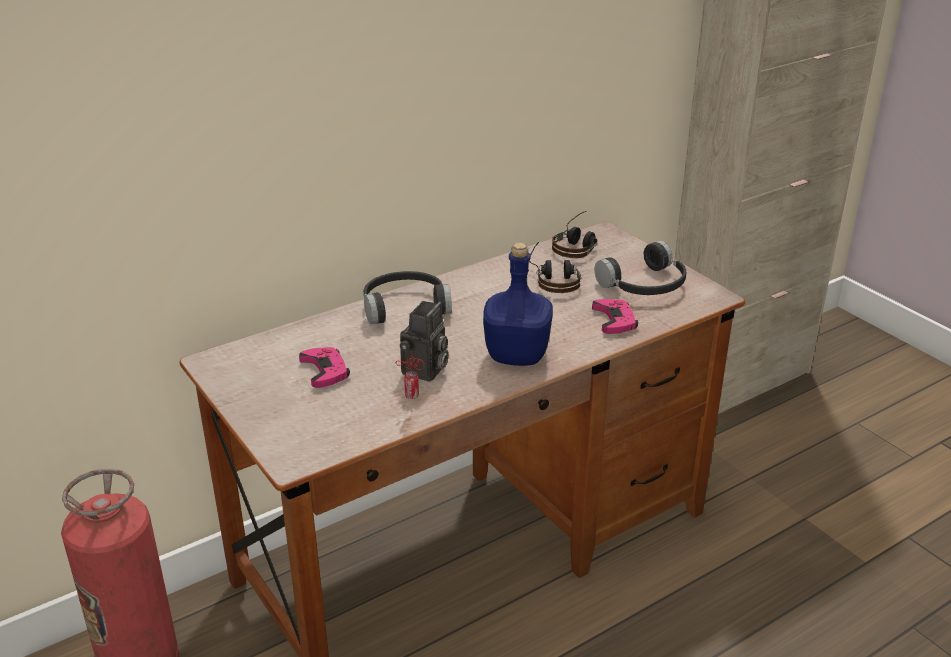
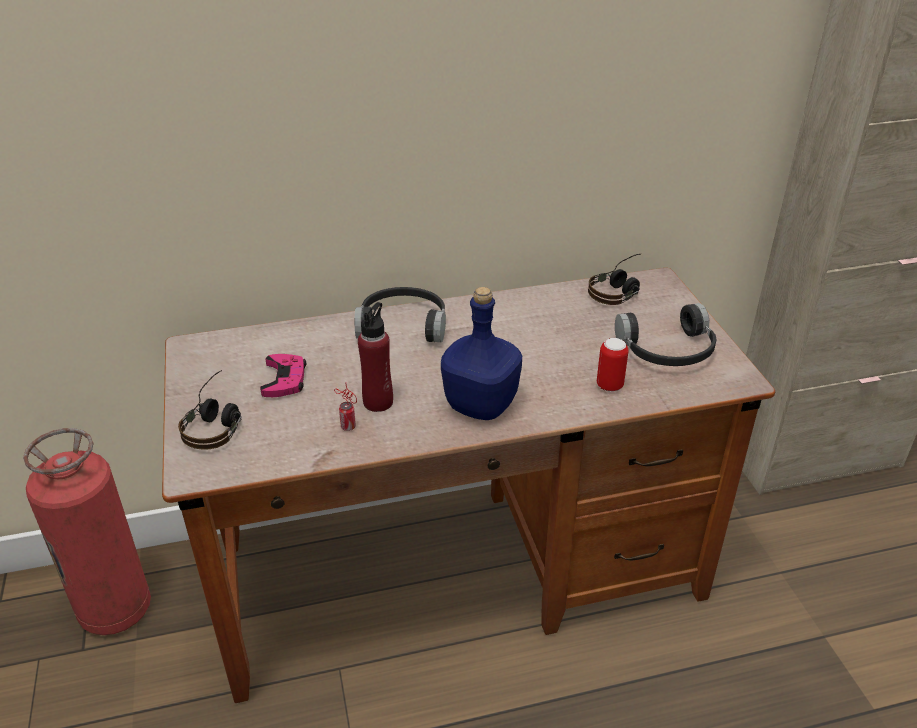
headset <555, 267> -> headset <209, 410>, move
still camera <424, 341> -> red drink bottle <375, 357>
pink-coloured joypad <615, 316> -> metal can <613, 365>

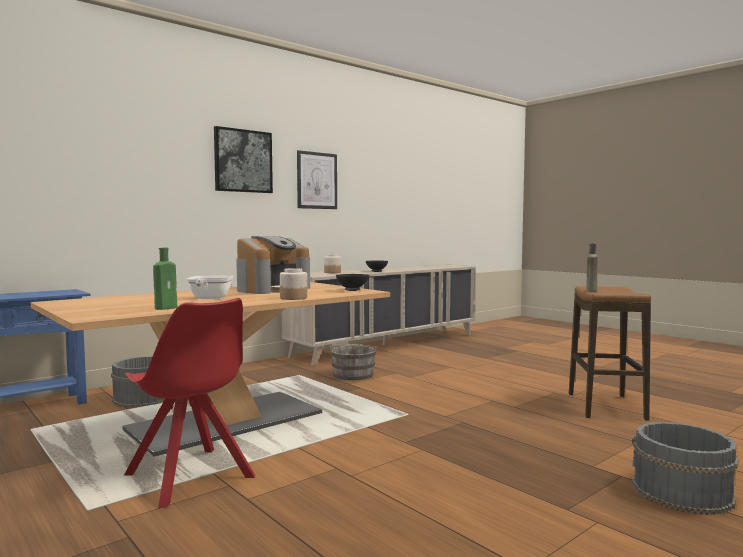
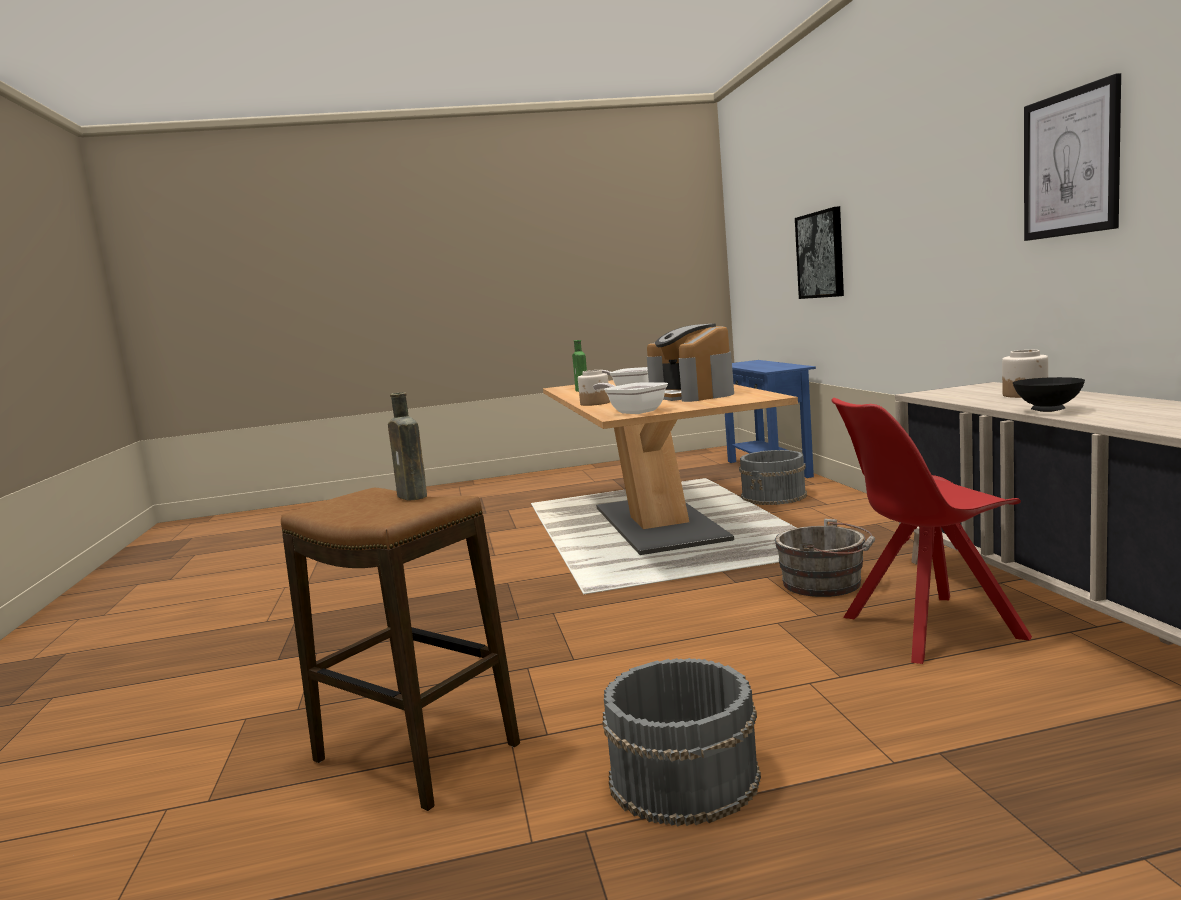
red plain chair <189, 403> -> red plain chair <932, 531>, move
picture <243, 159> -> picture <819, 252>, move
greyish pail <685, 468> -> greyish pail <681, 742>, move
blackish deep dish <352, 282> -> pan <630, 398>

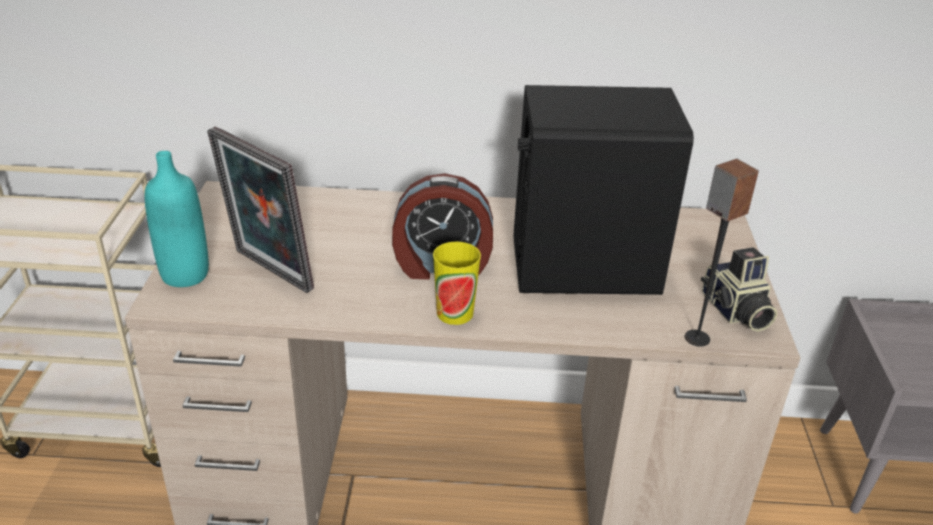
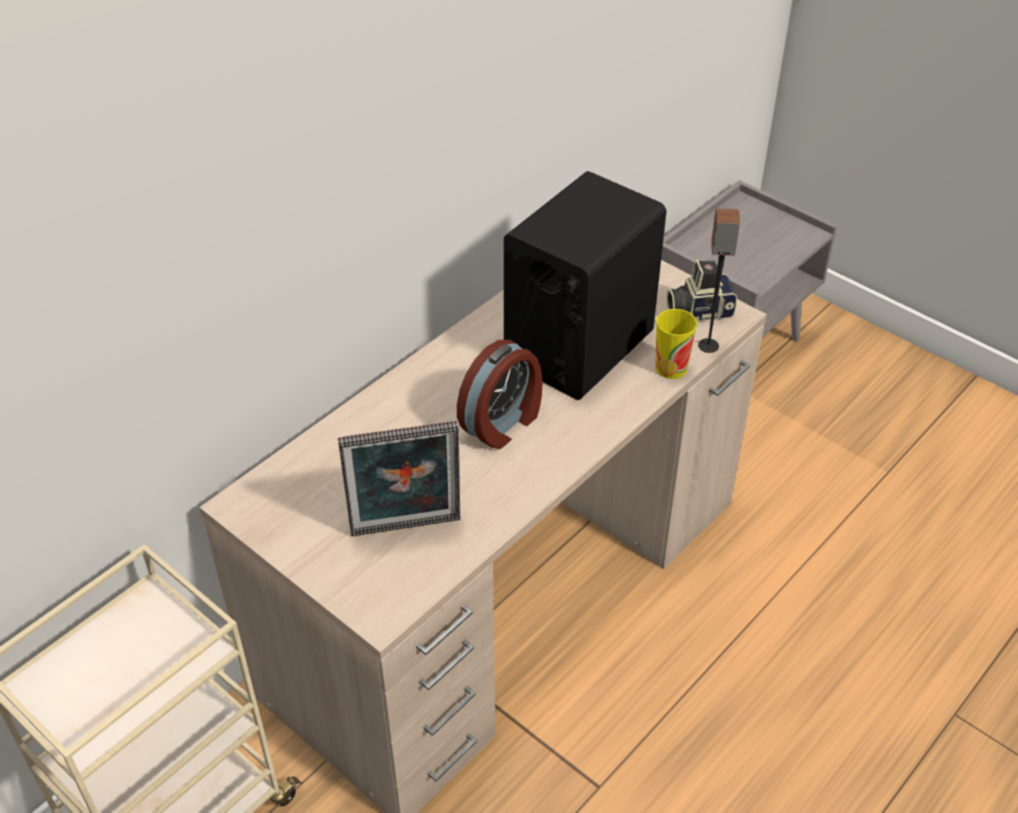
turquoise drink bottle <176, 219> -> none
small cup <457, 283> -> small cup <676, 344>, move
still camera <739, 289> -> still camera <702, 290>, 150 degrees clockwise

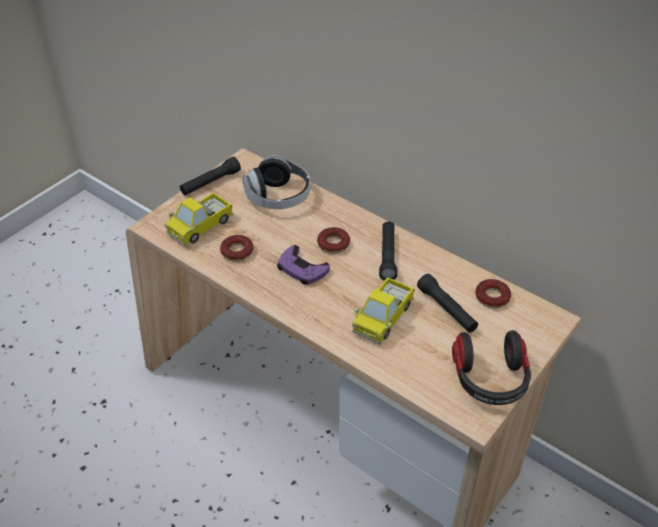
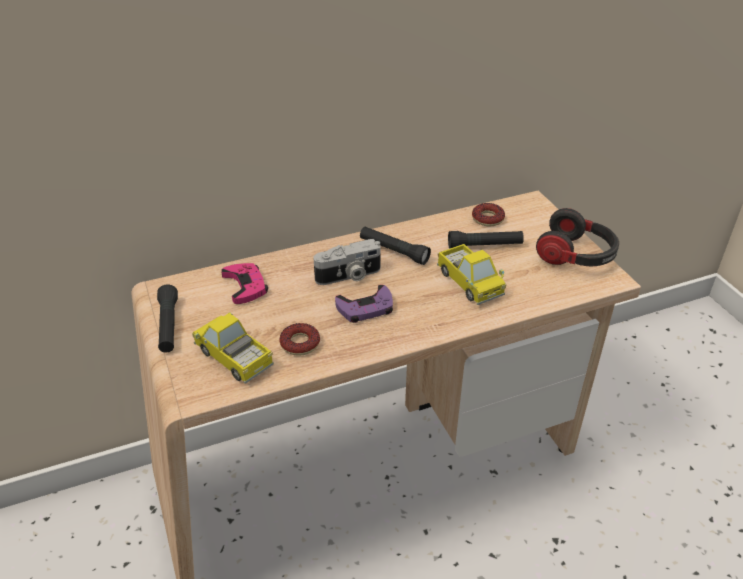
headset <276, 182> -> pink-coloured joypad <244, 283>
donut <333, 240> -> still camera <347, 262>
toy lorry <199, 219> -> toy lorry <233, 348>, 150 degrees clockwise

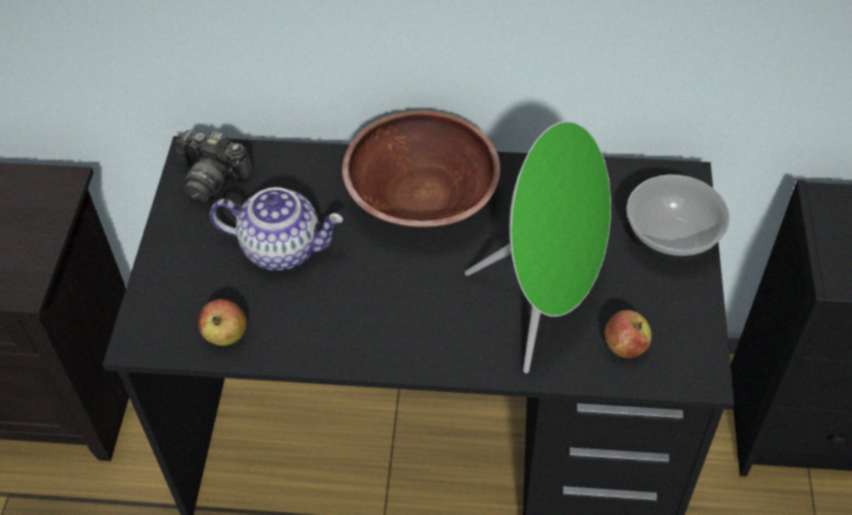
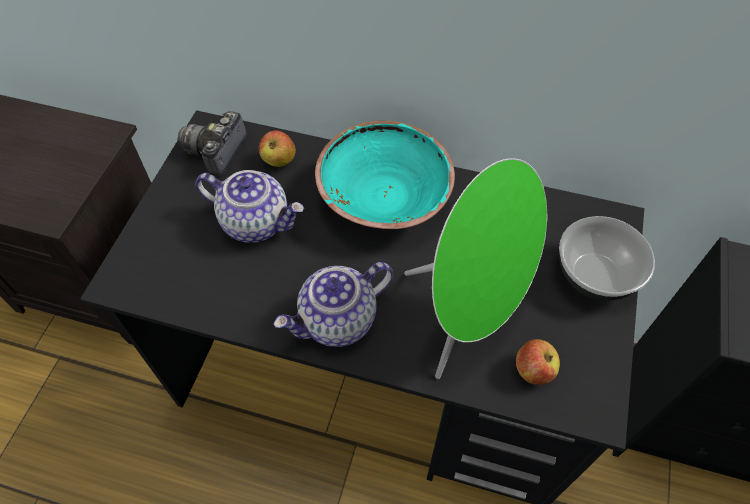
none -> teapot <333, 304>
apple fruit <222, 322> -> apple fruit <277, 149>, move
brown deep dish <421, 169> -> turquoise deep dish <385, 175>
still camera <215, 167> -> still camera <212, 143>, 75 degrees clockwise

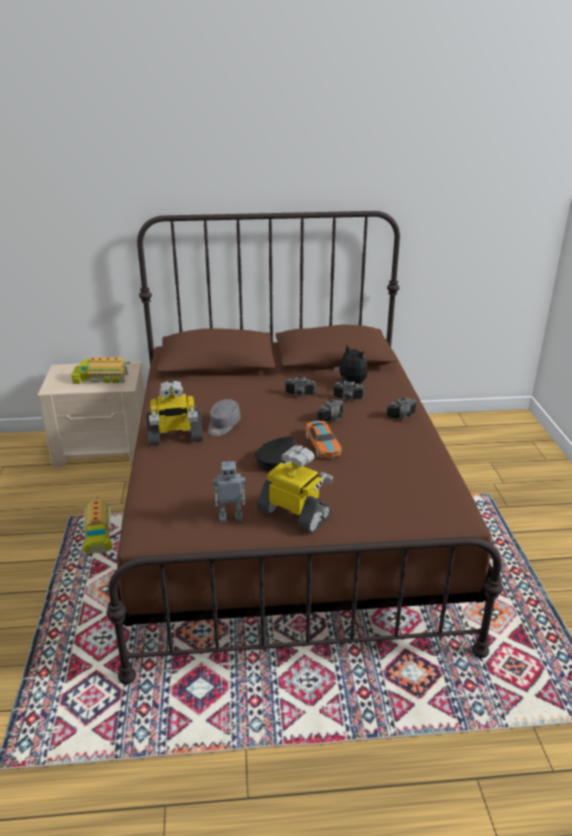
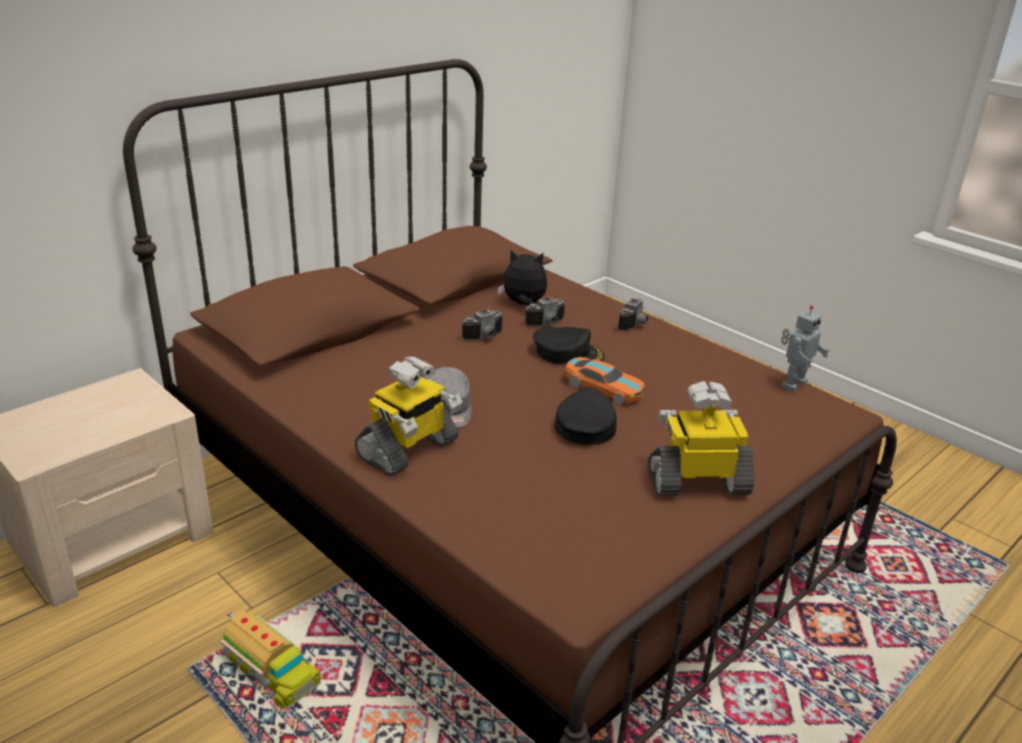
toy lorry <100, 370> -> none
model robot <229, 489> -> model robot <805, 348>, move
still camera <330, 410> -> blackish baseball cap <569, 345>

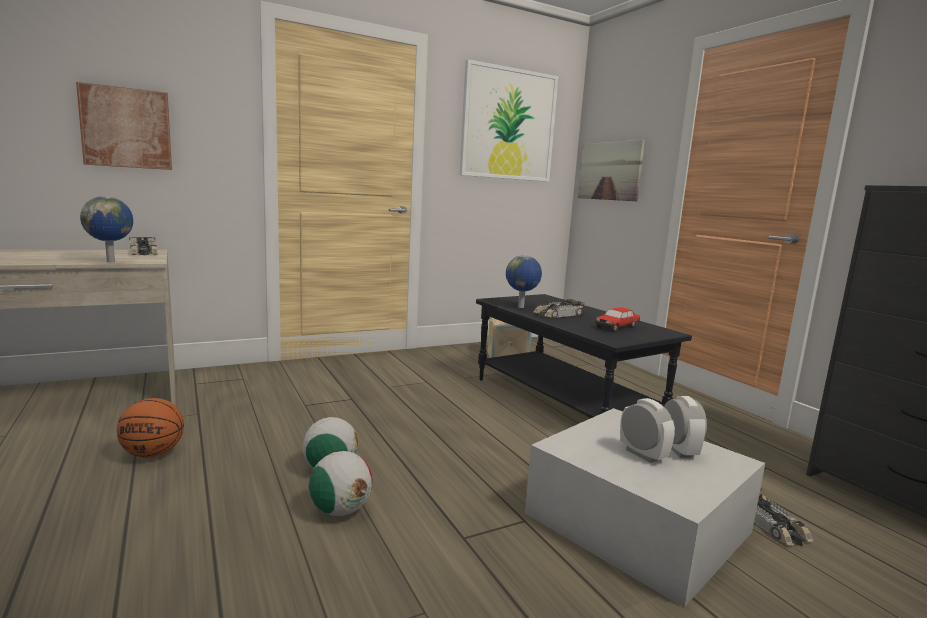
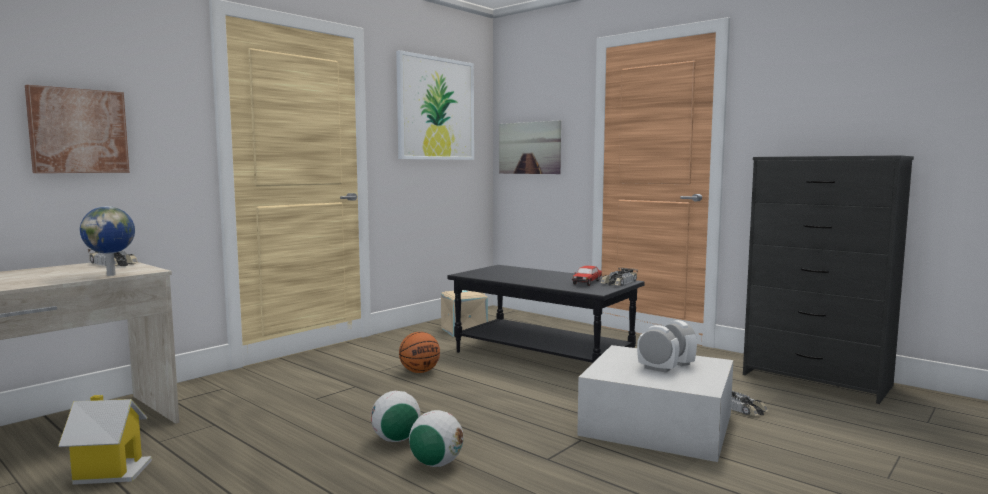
desk globe <524, 281> -> none
none -> model house <105, 440>
ball for basketball <150, 428> -> ball for basketball <419, 352>, move
miniature car <559, 308> -> miniature car <619, 277>, move

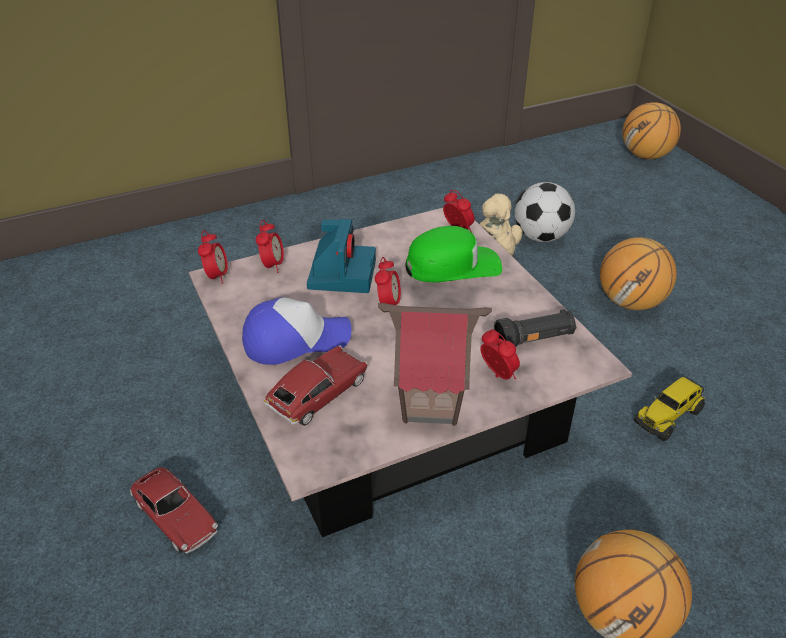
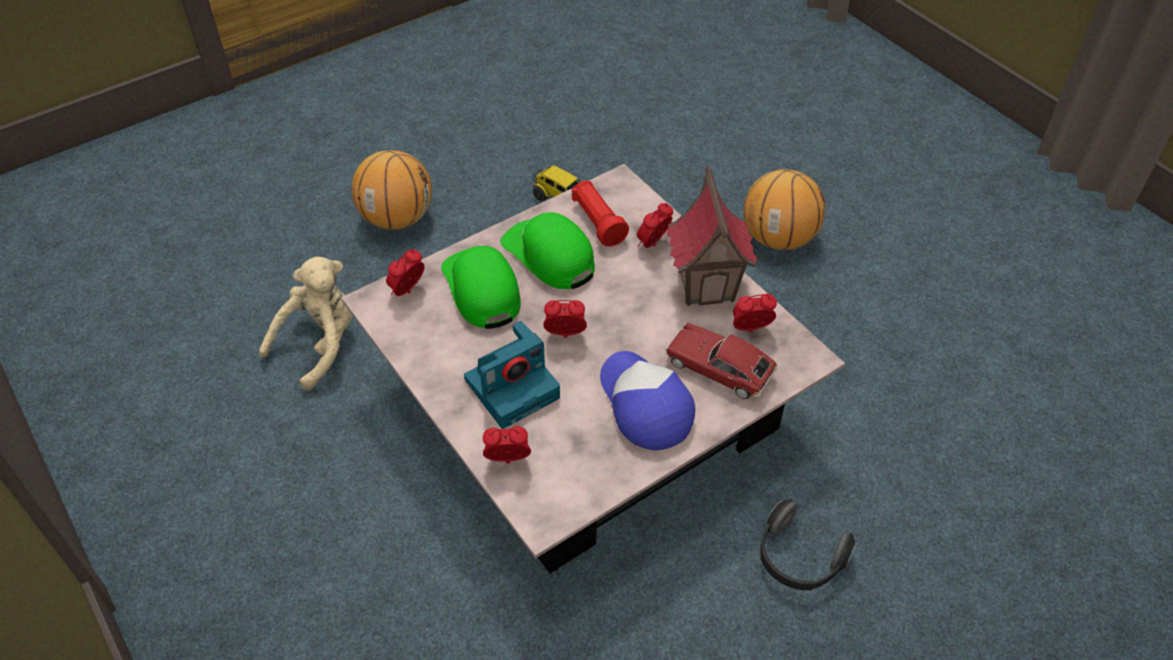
football <545, 212> -> none
ball for basketball <651, 130> -> none
none -> green-coloured baseball cap <547, 250>
alarm clock <213, 257> -> alarm clock <755, 313>, move
miniature car <174, 510> -> headset <808, 544>
blackish flashlight <535, 328> -> red flashlight <600, 213>
still camera <341, 256> -> still camera <512, 375>, 150 degrees clockwise

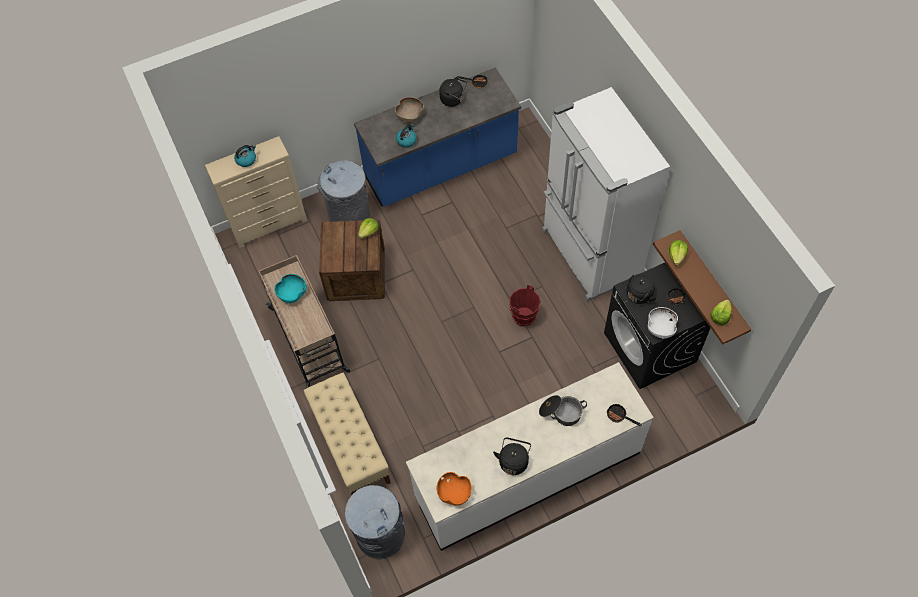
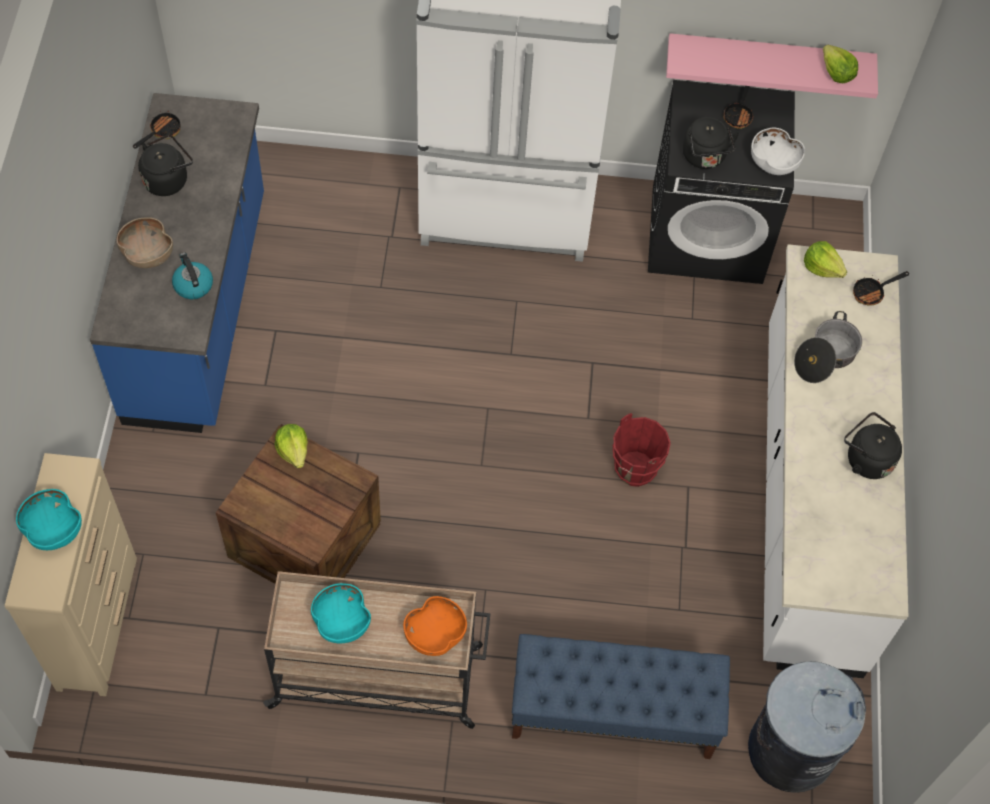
greyish waste bin <343, 191> -> none
orangey deep dish <454, 489> -> orangey deep dish <435, 626>, move
red pail <525, 305> -> red pail <642, 450>, move
lettuce head <678, 253> -> lettuce head <825, 259>, move
tea kettle <245, 156> -> turquoise deep dish <49, 519>
beige long seat <347, 434> -> blue long seat <621, 696>
brown wall shelf <702, 287> -> pink-coloured wall shelf <772, 65>

